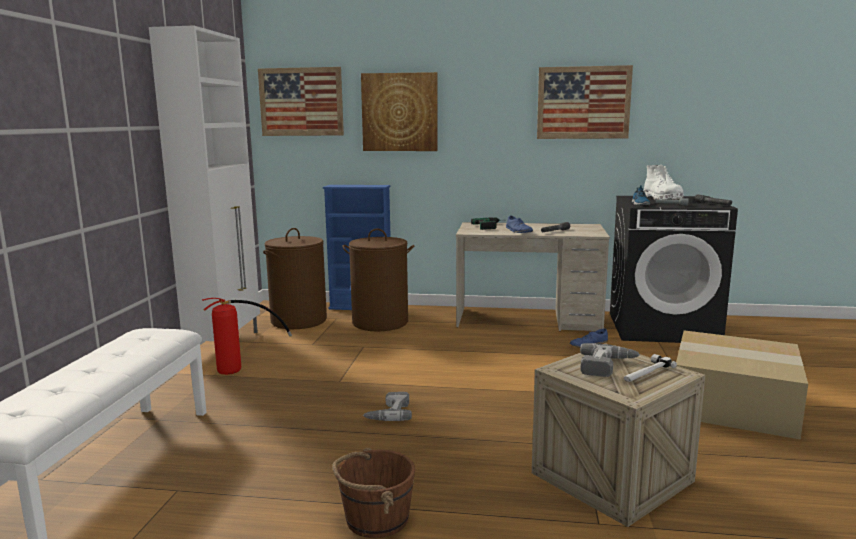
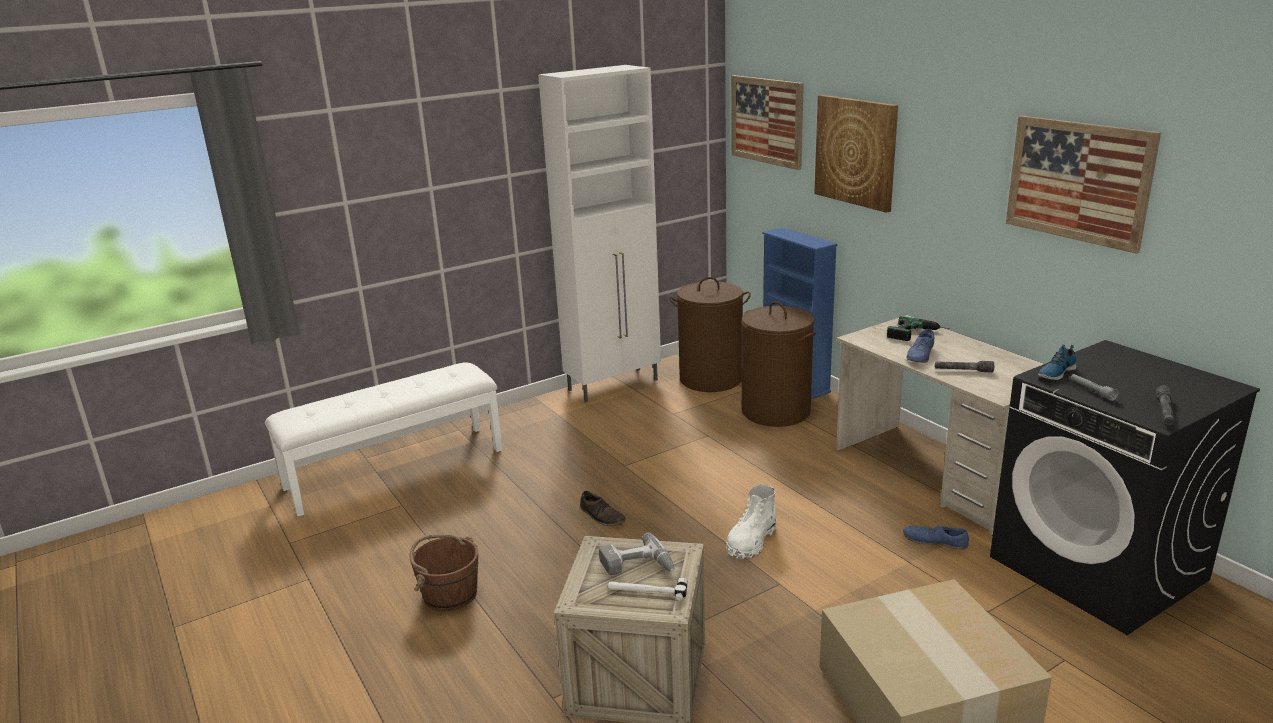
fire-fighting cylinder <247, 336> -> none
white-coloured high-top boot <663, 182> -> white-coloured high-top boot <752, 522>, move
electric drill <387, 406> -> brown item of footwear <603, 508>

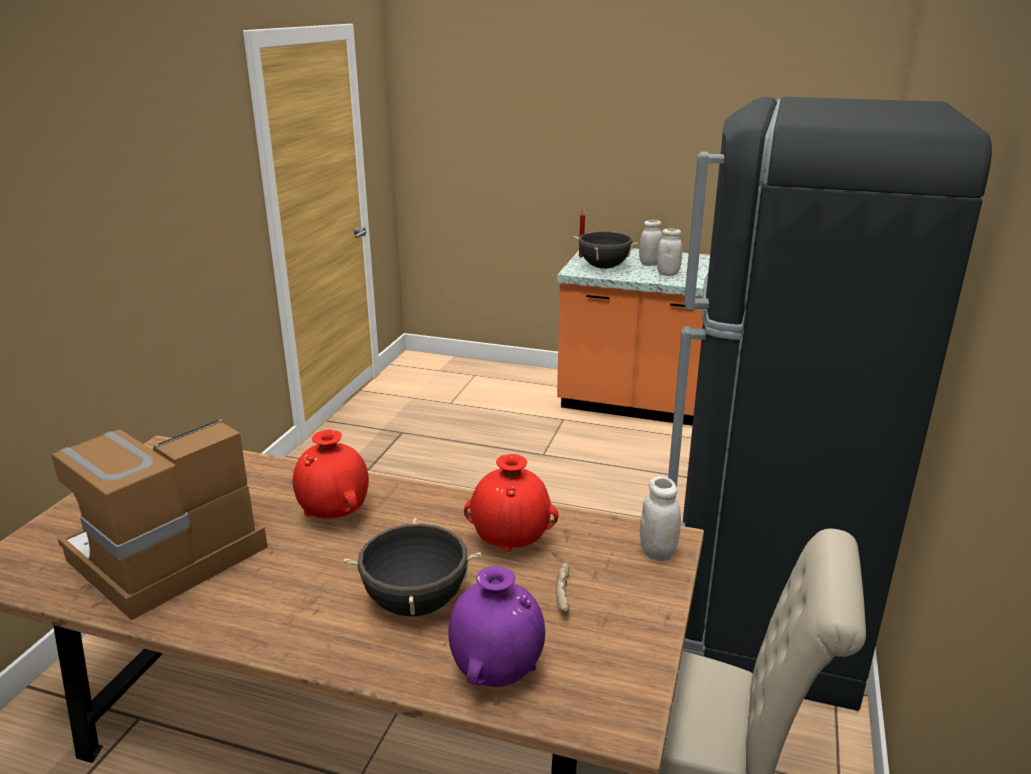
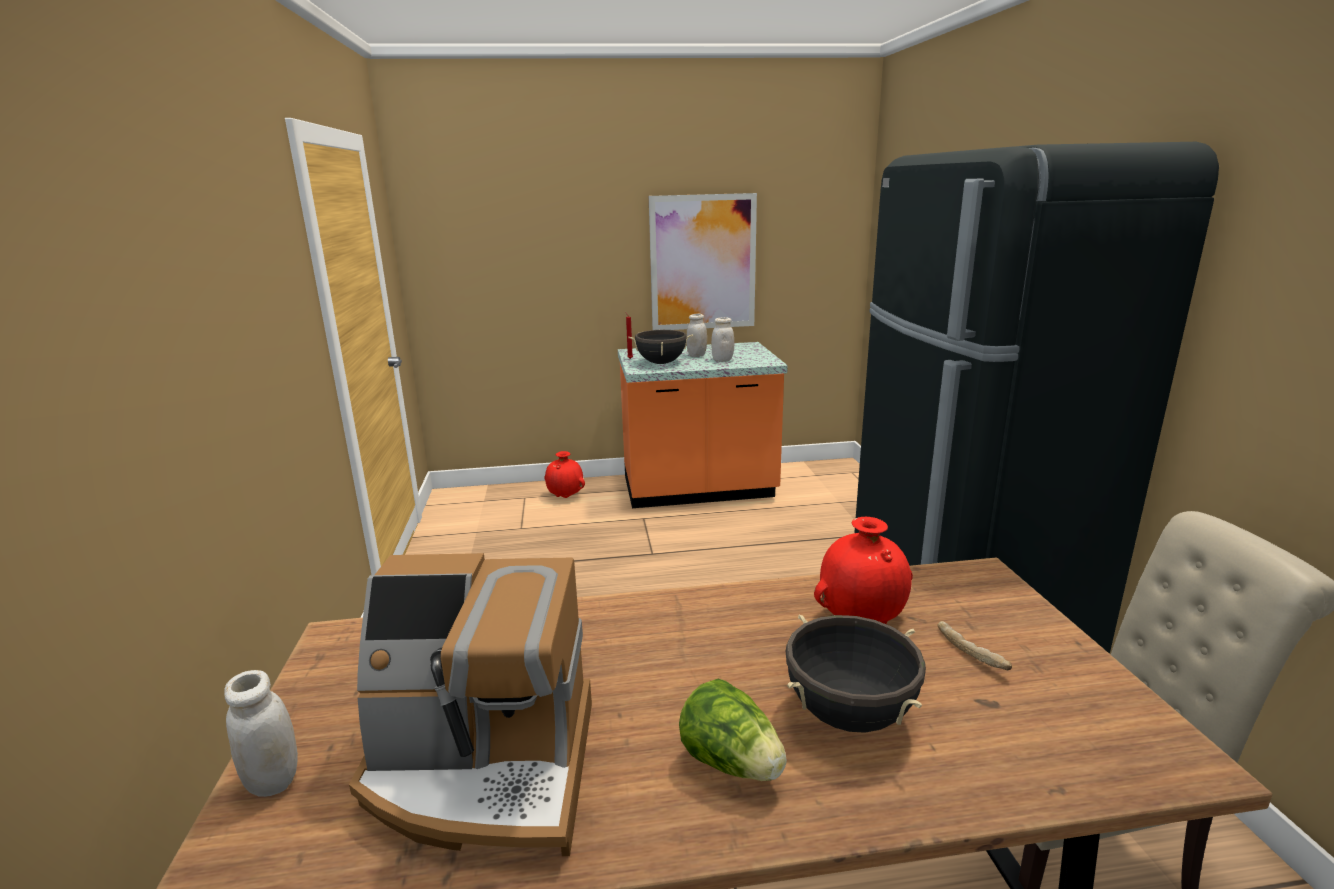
purple-coloured decorative vase <496, 626> -> none
none -> picture <703, 261>
none -> lettuce head <733, 730>
red decorative vase <331, 474> -> red decorative vase <564, 474>, move
white-coloured jar <660, 518> -> white-coloured jar <261, 733>, move
coffee brewer <160, 519> -> coffee brewer <470, 704>, 105 degrees counterclockwise

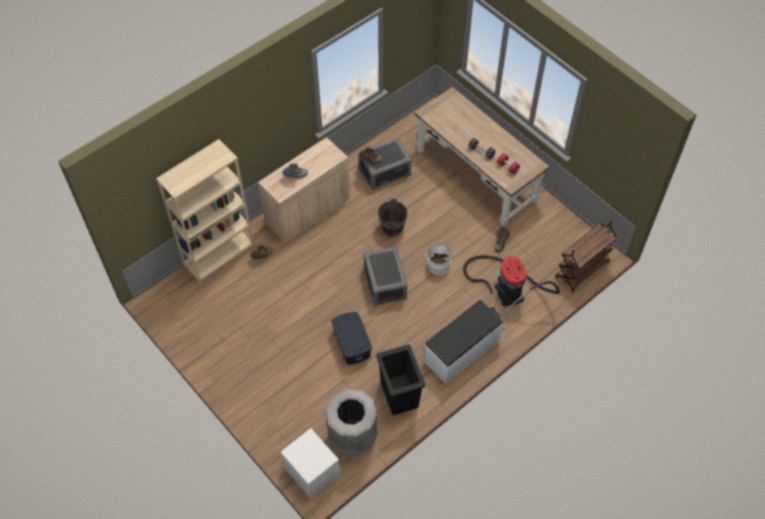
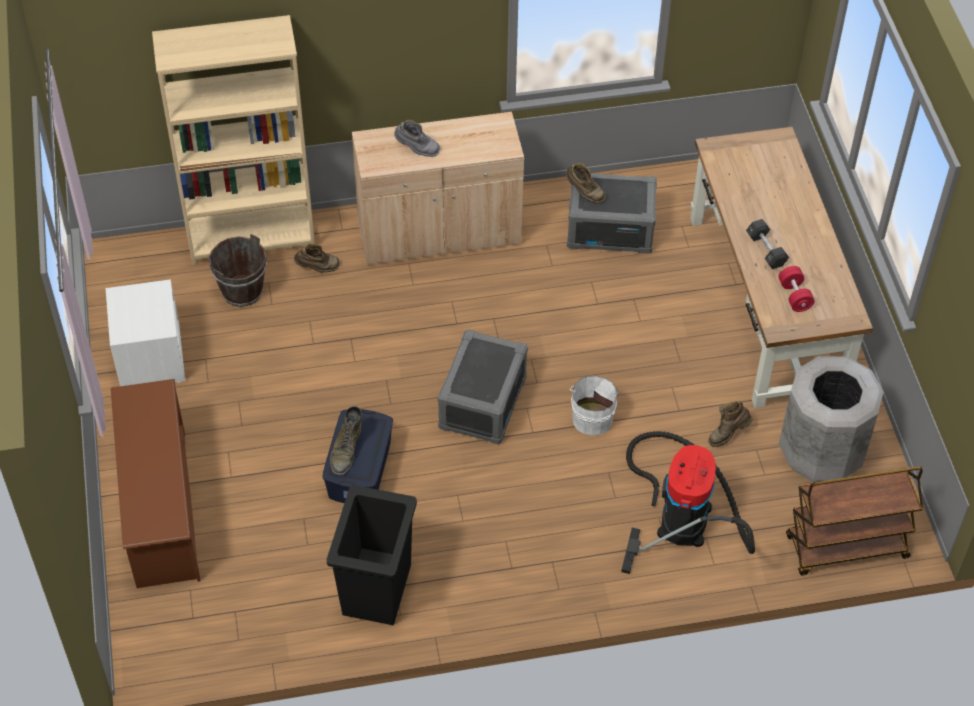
white-coloured long seat <463, 342> -> none
none -> brown shoe stand <156, 483>
none -> green-coloured high-top boot <346, 440>
white-coloured night table <310, 463> -> white-coloured night table <146, 332>, move
greyish waste bin <351, 422> -> greyish waste bin <831, 419>, move
brown pail <393, 217> -> brown pail <237, 270>, move

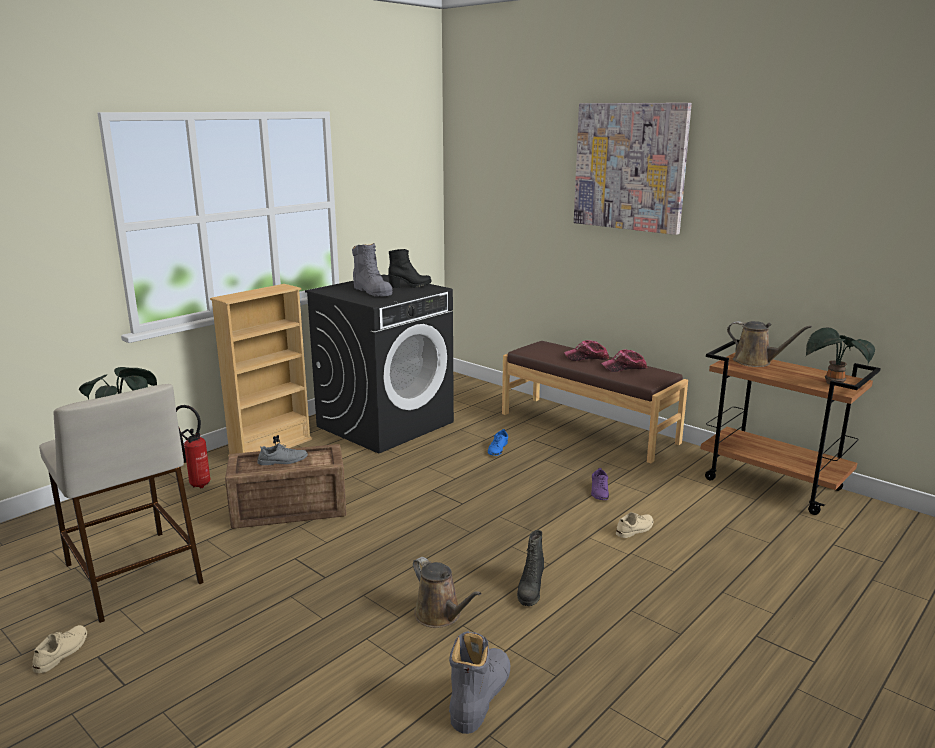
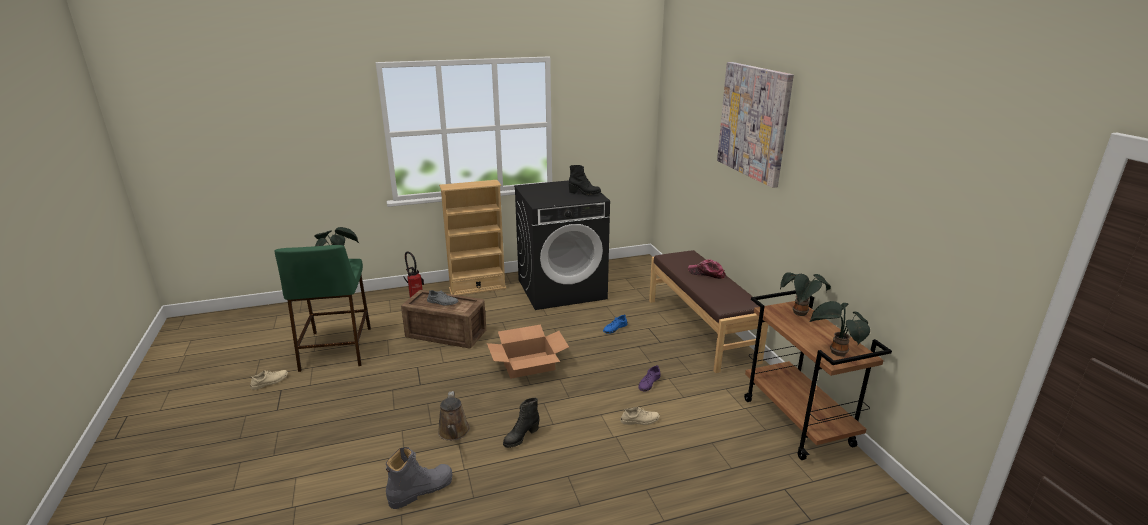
greyish high-top boot <372, 270> -> none
baseball cap <624, 361> -> none
none -> packing box <528, 352>
brown watering can <769, 344> -> potted plant <805, 294>
beige stool seat <121, 503> -> green-coloured stool seat <322, 308>

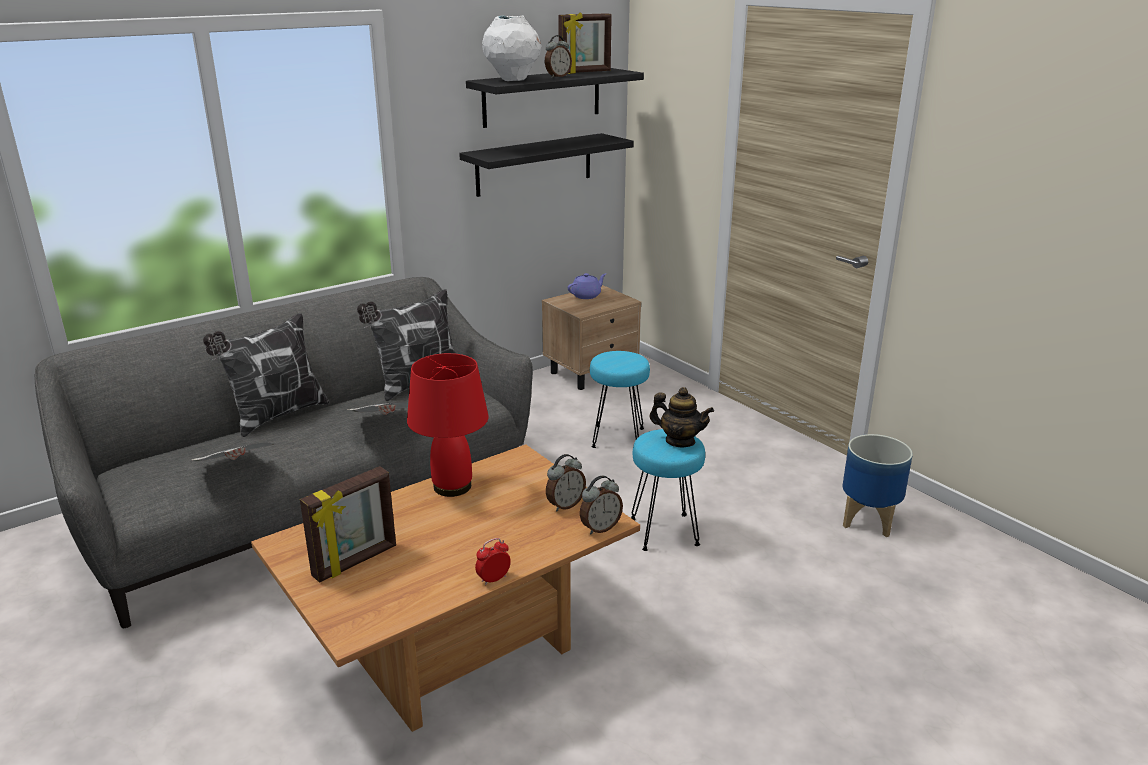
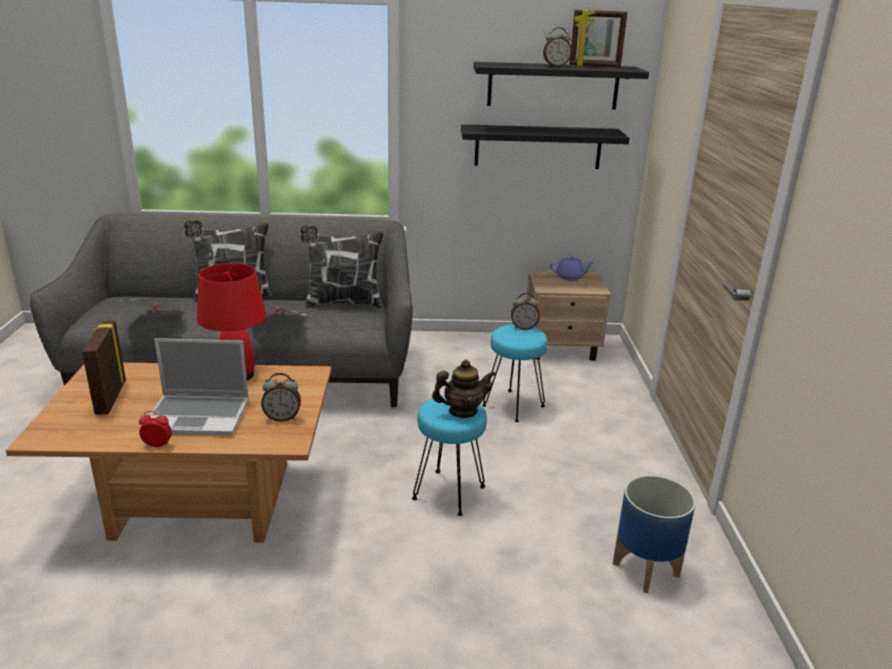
white-coloured decorative vase <511, 48> -> none
none -> portable computer <199, 387>
alarm clock <601, 505> -> alarm clock <525, 311>, move
standing frame <348, 524> -> standing frame <104, 368>, 90 degrees clockwise
teapot <681, 417> -> teapot <464, 389>, 75 degrees counterclockwise

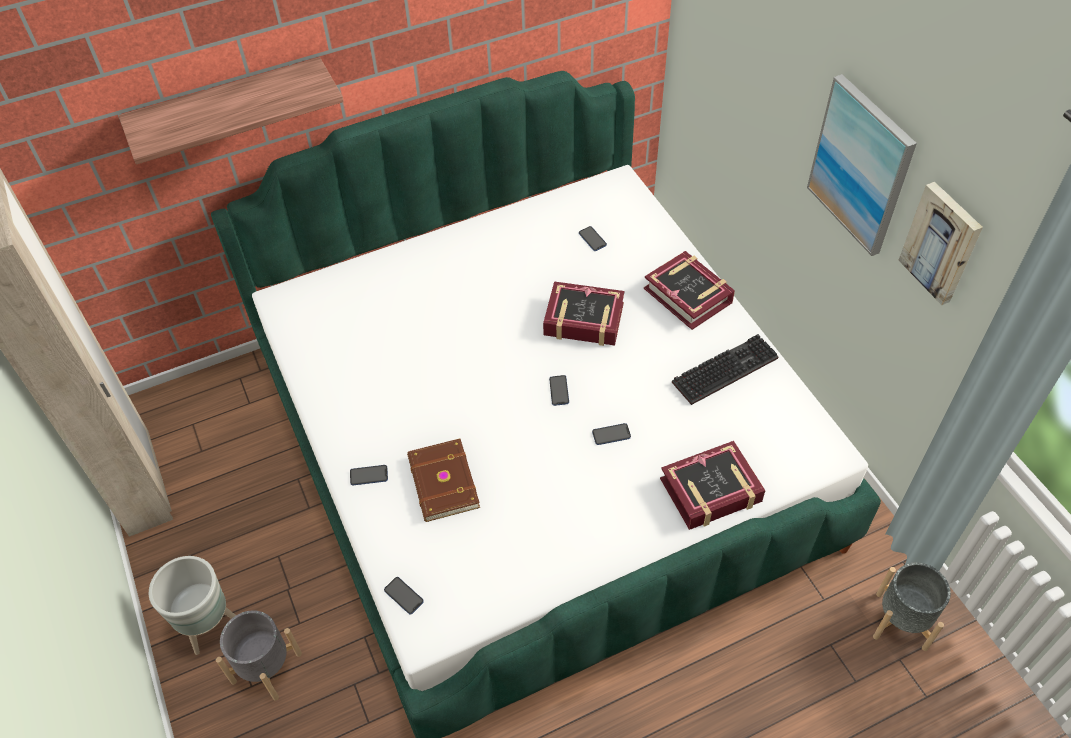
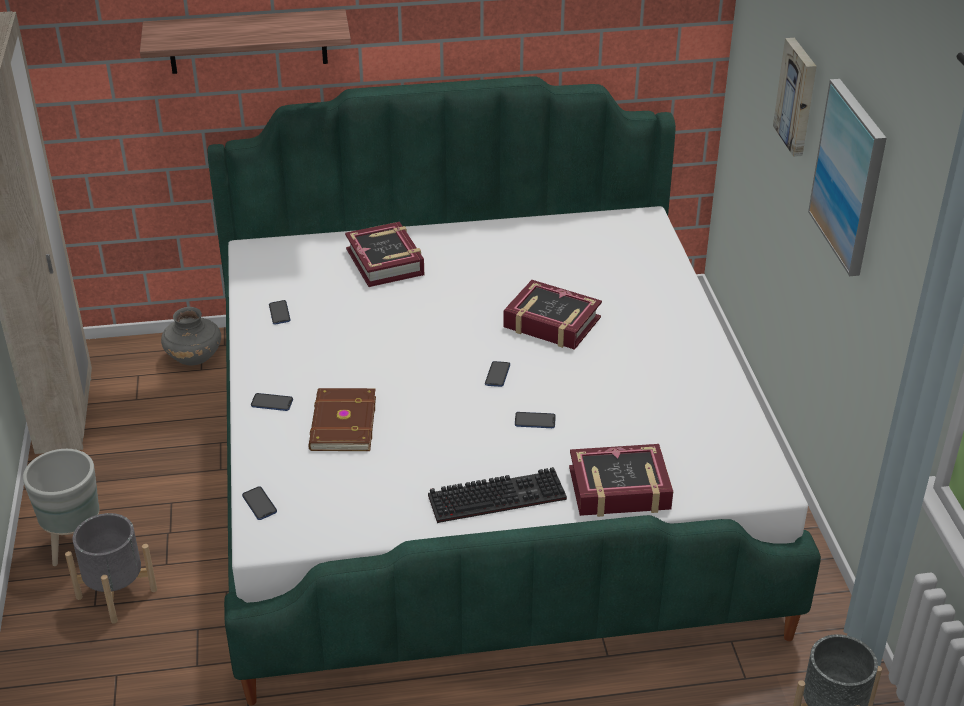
none -> greyish decorative vase <191, 336>
handset <593, 238> -> handset <280, 312>, move
bound book <689, 290> -> bound book <384, 254>, move
keyboard <725, 369> -> keyboard <497, 495>, move
picture <940, 243> -> picture <795, 97>, move

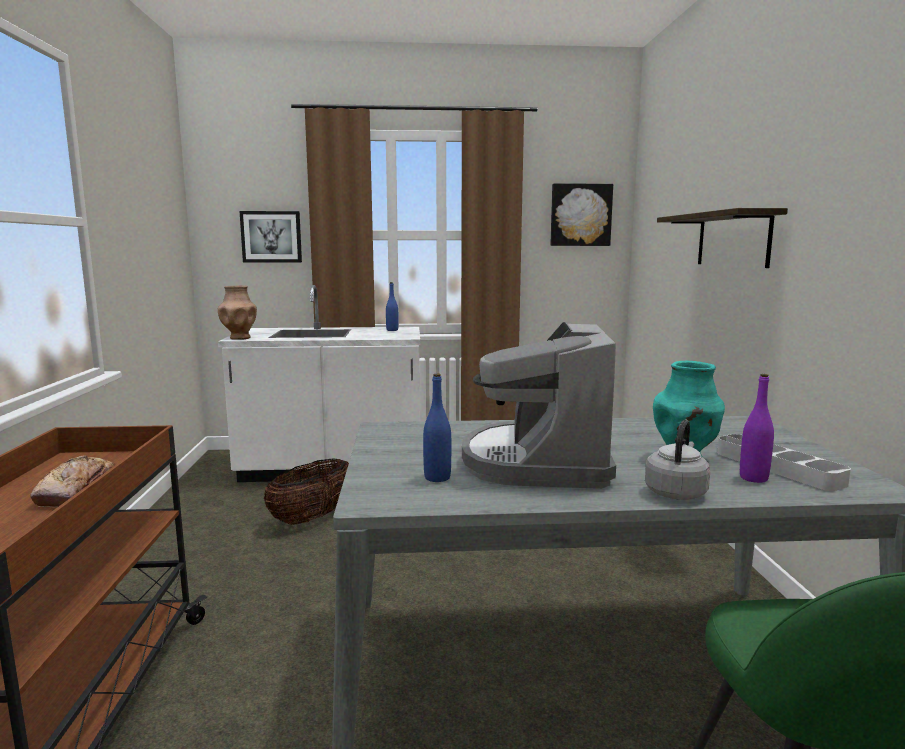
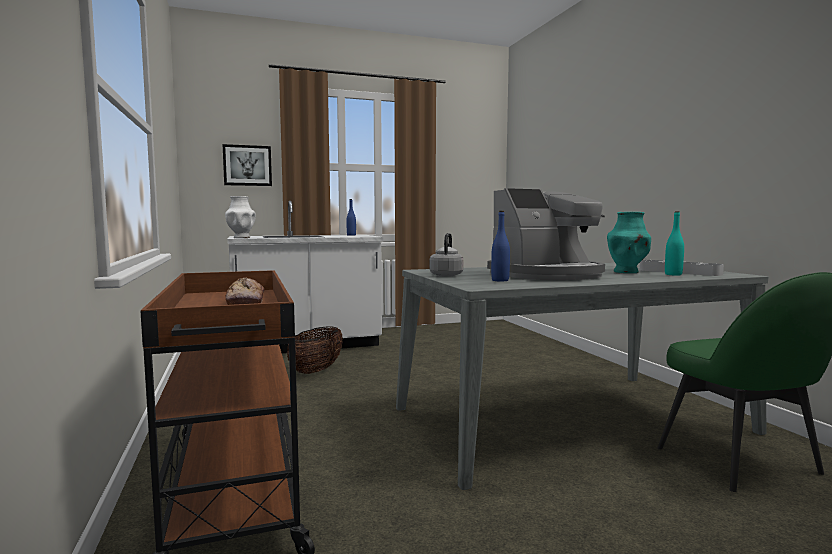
picture <581, 214> -> none
wall shelf <722, 238> -> none
greyish tea kettle <677, 460> -> greyish tea kettle <446, 255>, move
brown decorative vase <237, 312> -> white-coloured decorative vase <240, 217>
purple-coloured drink bottle <757, 428> -> turquoise drink bottle <674, 243>
coffee brewer <539, 405> -> coffee brewer <546, 234>, 105 degrees counterclockwise

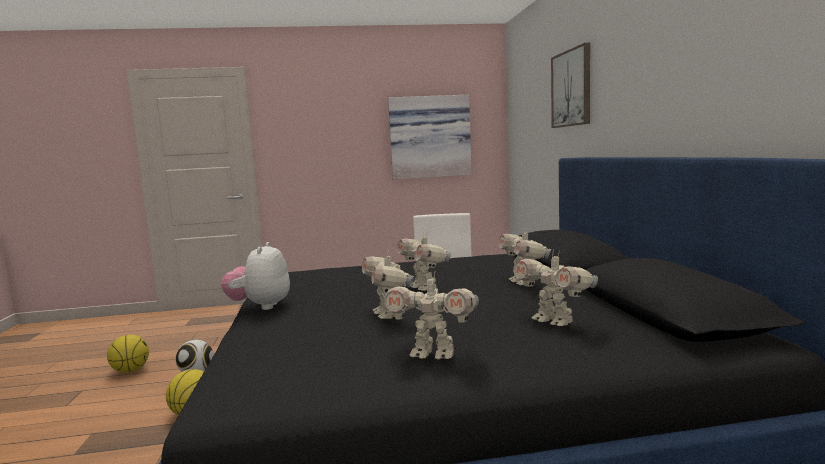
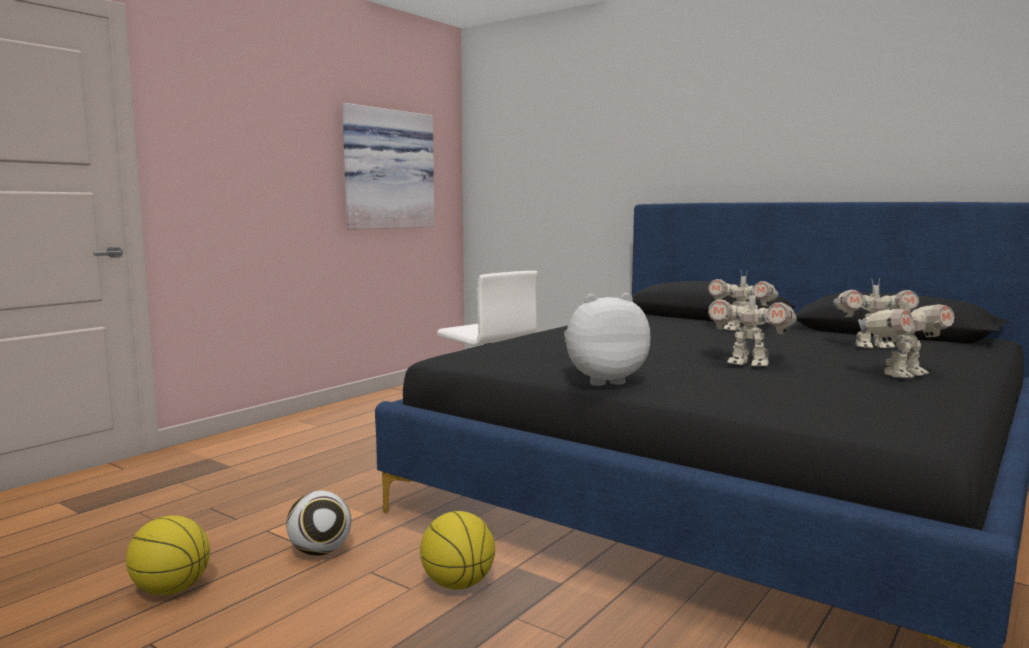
model robot <424, 262> -> none
picture <570, 85> -> none
soft toy <255, 276> -> soft toy <607, 339>, 120 degrees clockwise

